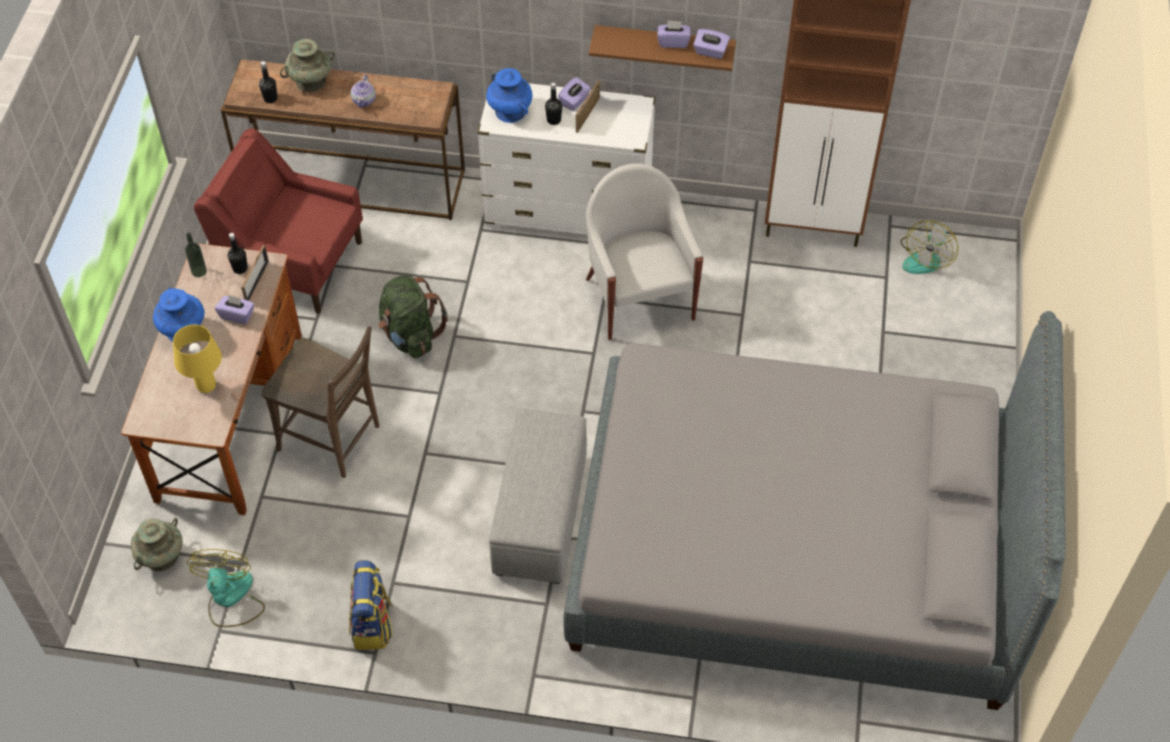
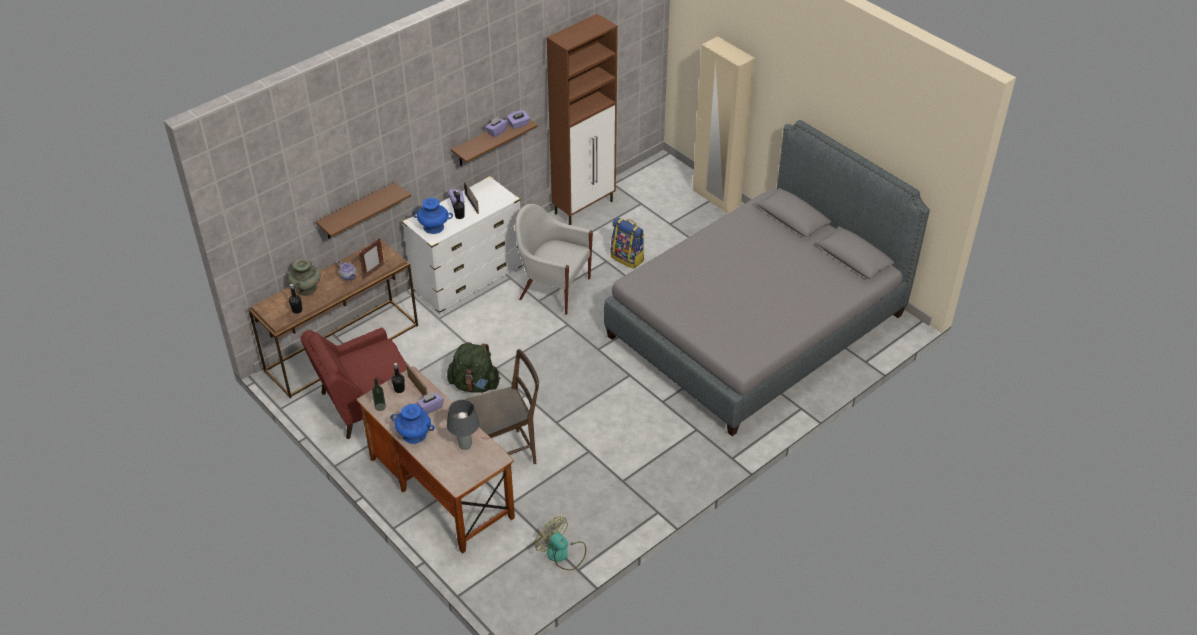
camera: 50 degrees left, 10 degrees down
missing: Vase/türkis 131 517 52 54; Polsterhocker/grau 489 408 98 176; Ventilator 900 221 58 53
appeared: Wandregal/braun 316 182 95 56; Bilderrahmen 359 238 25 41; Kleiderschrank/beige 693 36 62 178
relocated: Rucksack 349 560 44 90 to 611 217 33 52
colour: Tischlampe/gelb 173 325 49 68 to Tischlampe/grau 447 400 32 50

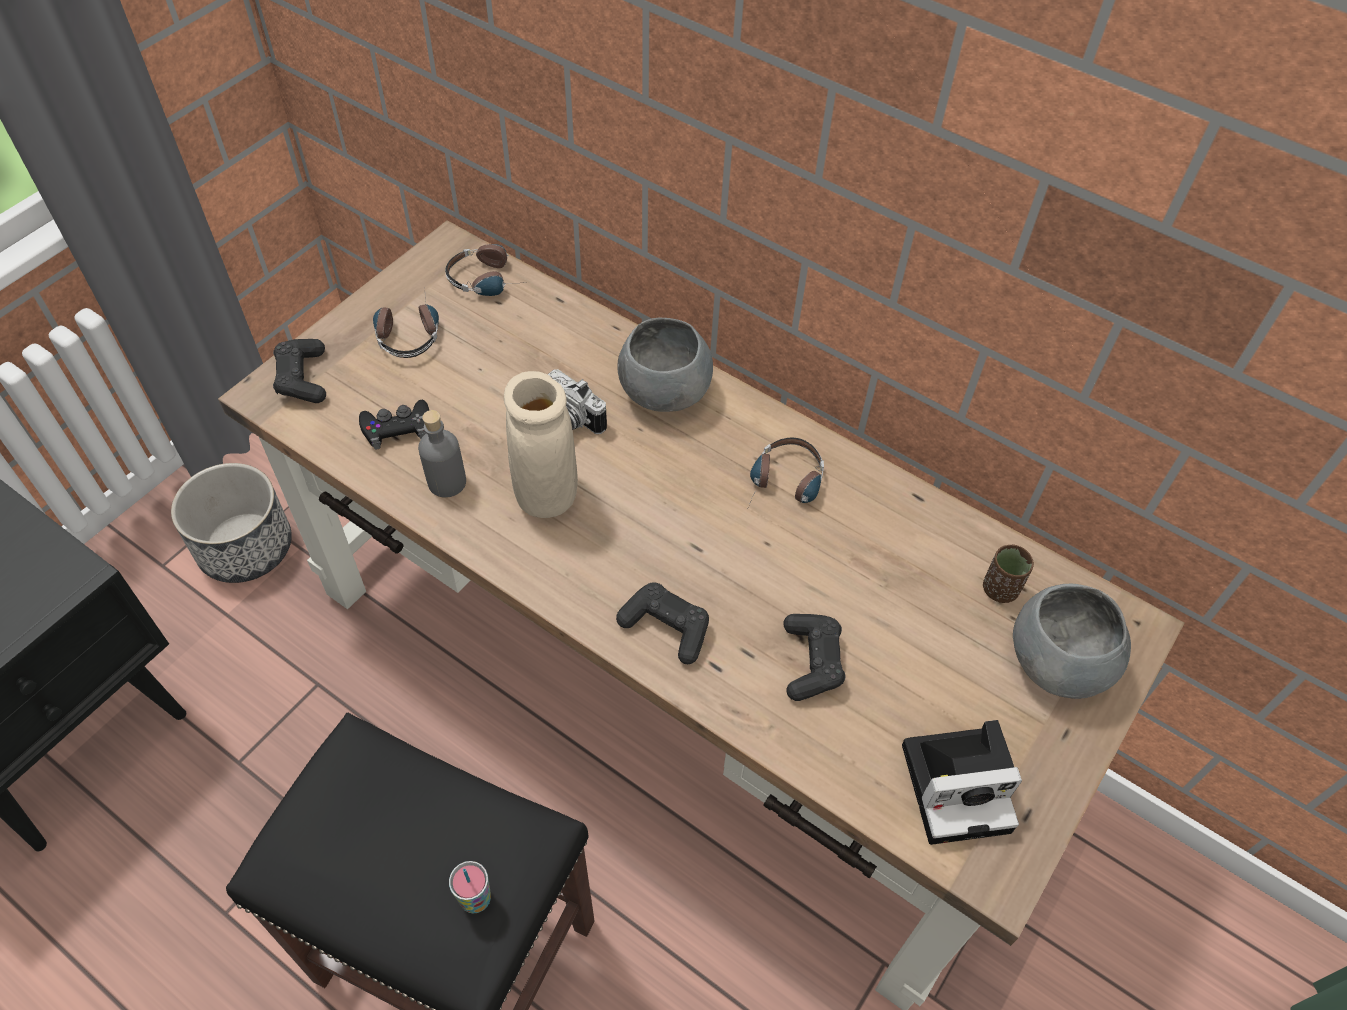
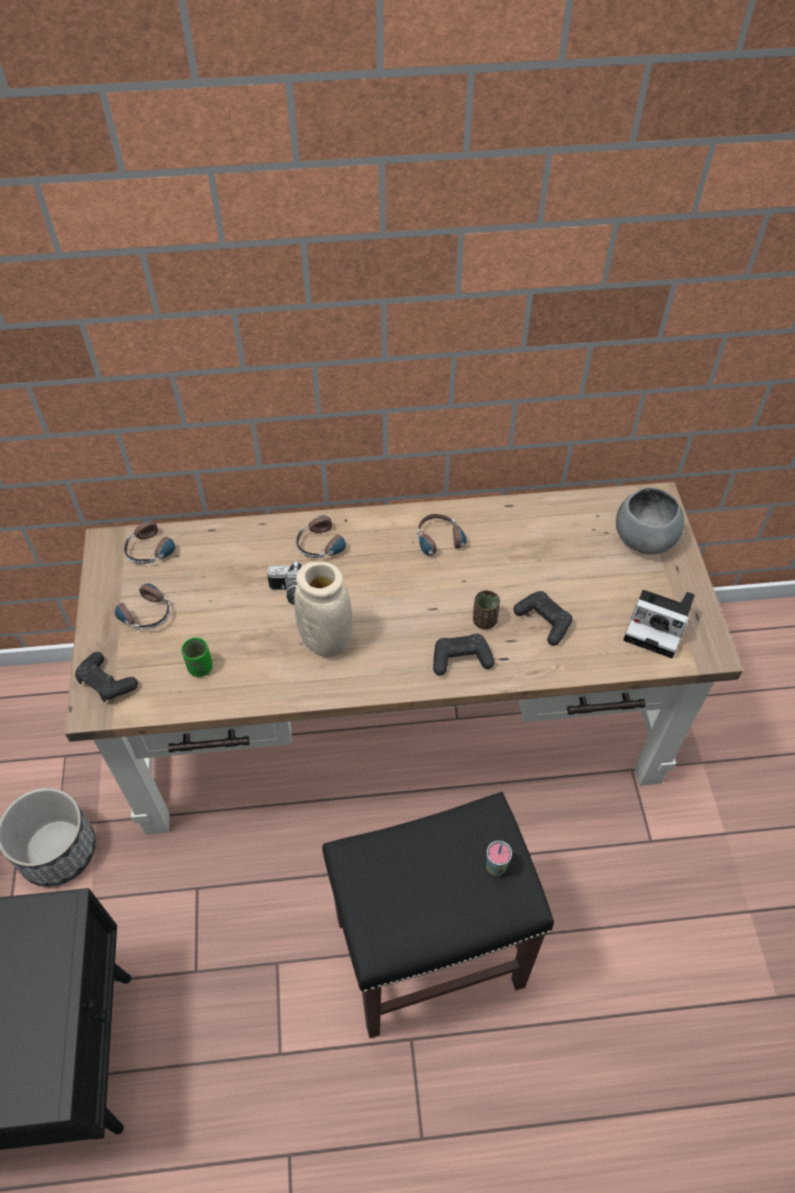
camera: 40 degrees left, 0 degrees up
missing: Flasche/grau 418 410 48 88
relocated: Tasse/braun 983 545 51 58 to 473 590 27 39
exchanged: Gamepad/schwarz 359 400 70 49 to Tasse/grün 181 637 32 40; Schüssel/grau 617 318 96 94 to Kopfhörer 295 515 61 43
spun: Kamera 902 720 120 125 = 623 590 72 68 75 degrees clockwise

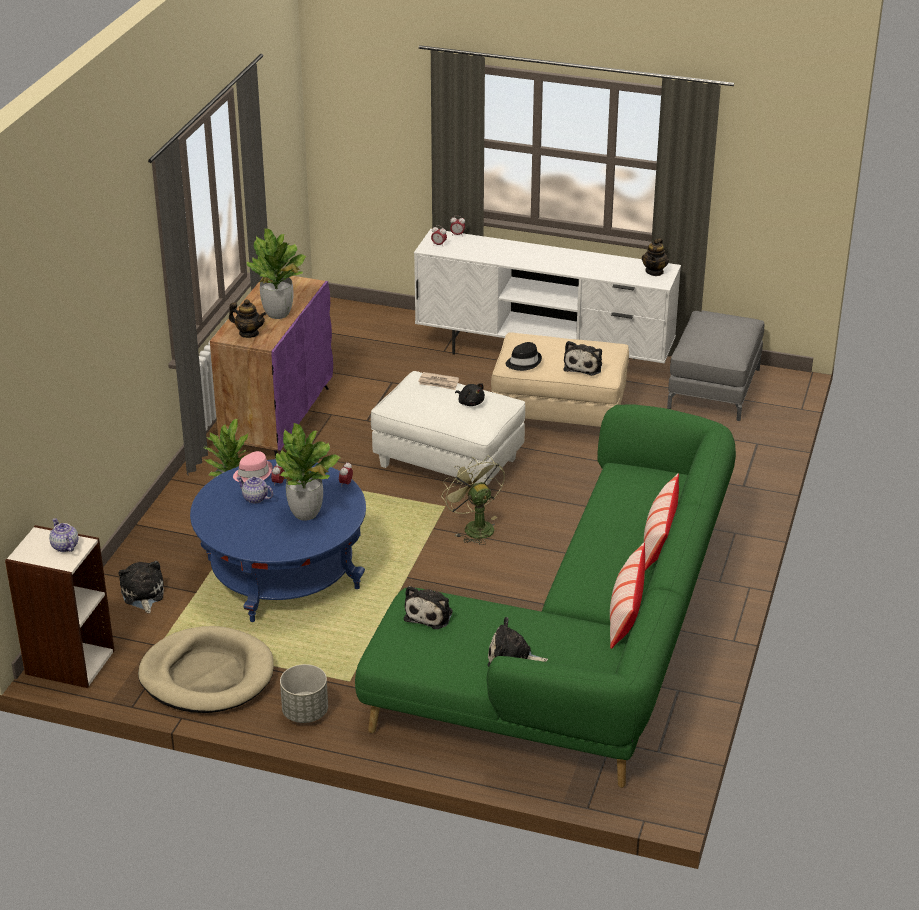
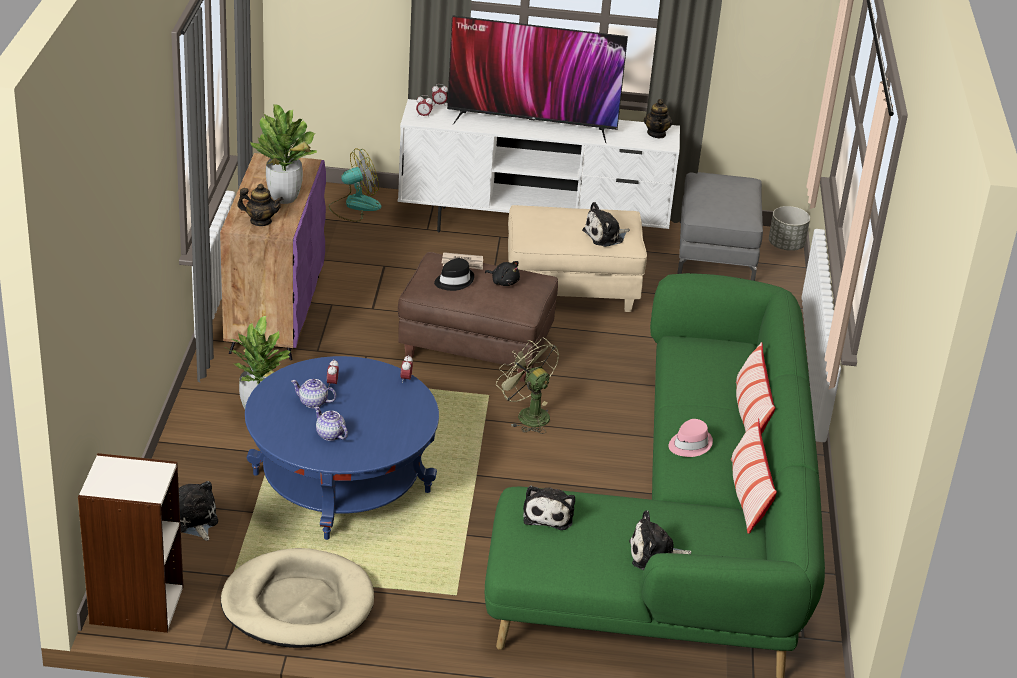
camera: 15 degrees left, 0 degrees up
missing: Topfpflanze 276 423 64 98
appeared: Ventilator 328 148 53 74; Fernseher 447 15 181 128
relocated: Teekanne 49 518 29 34 to 314 406 34 35; Hut/schwarz 506 342 36 29 to 434 258 40 33; Hut/rosa 233 451 40 32 to 669 419 44 38; Pflanzkübel/grau 280 664 48 59 to 769 206 41 45
colour: Polsterhocker/weiß 371 371 154 114 to Polsterhocker/braun 398 252 160 130
spun: Plüschtier 564 341 38 35 = 582 202 48 45 60 degrees clockwise

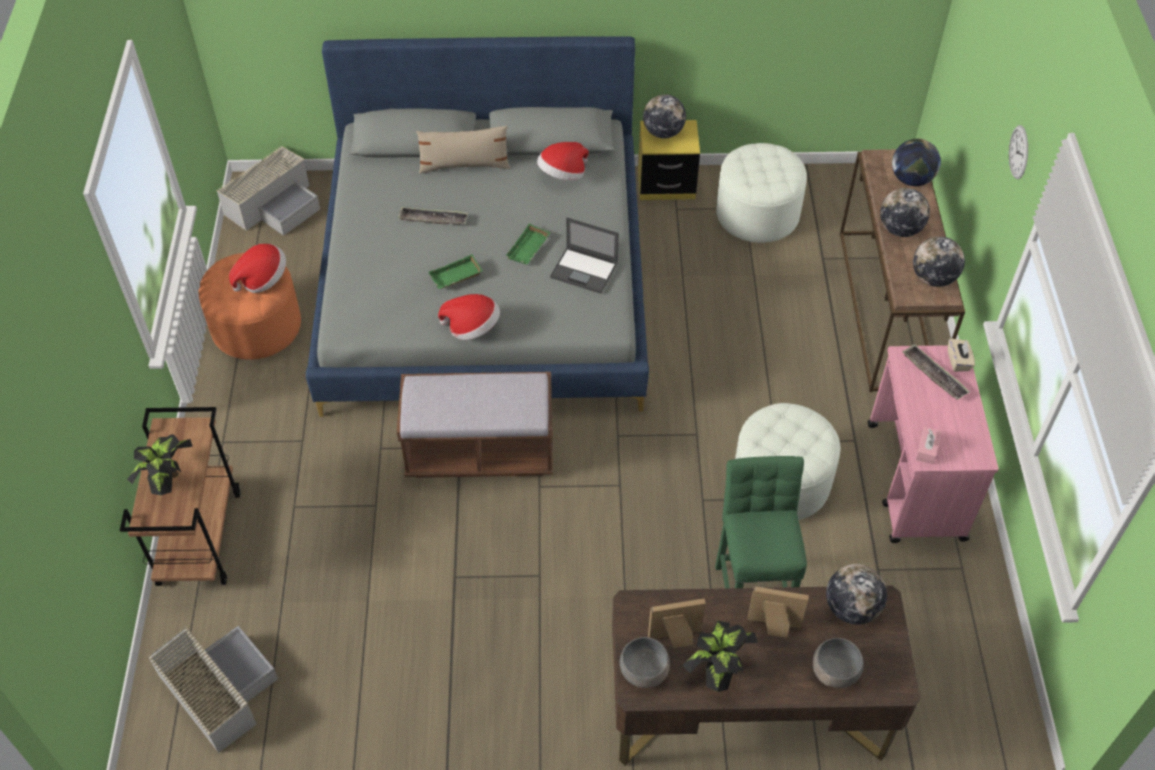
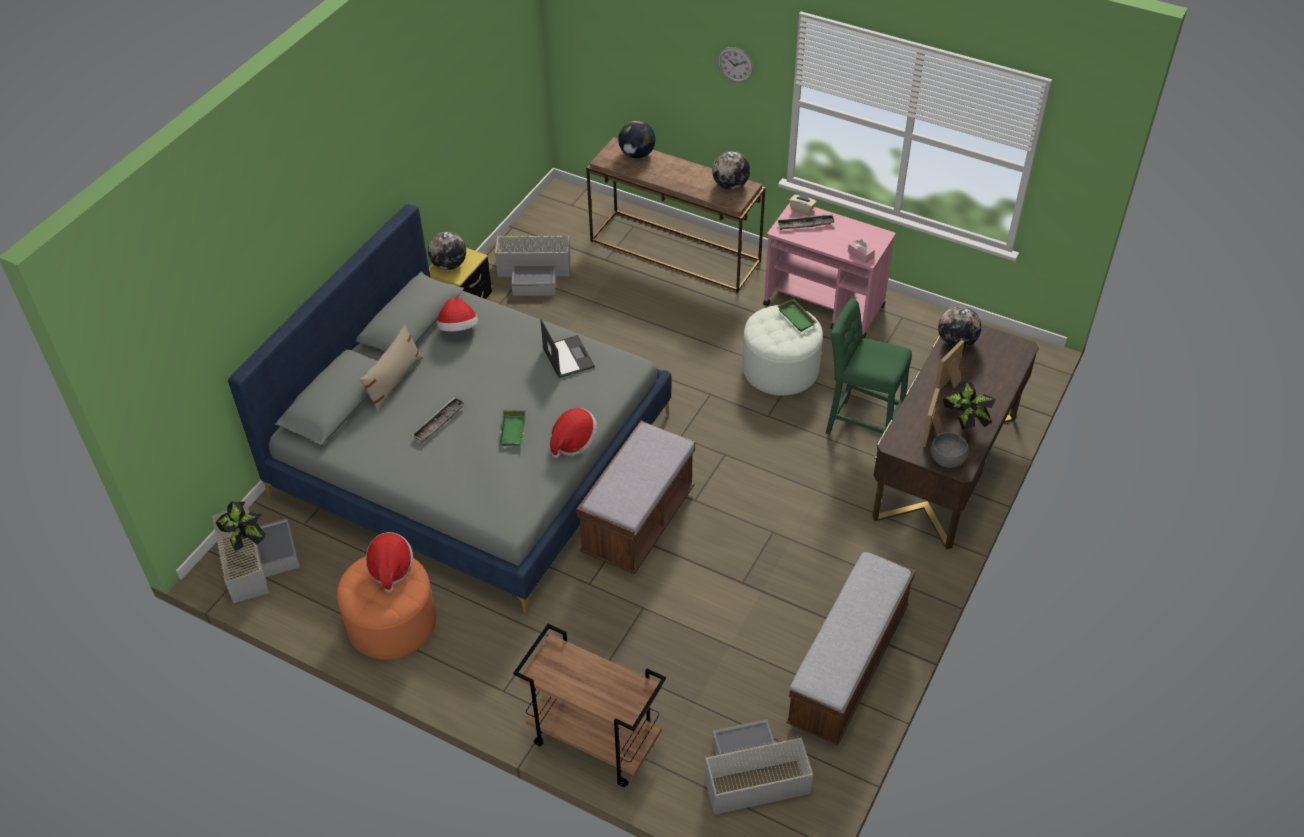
camera: 60 degrees left, 5 degrees down
missing: Schüssel/grau 812 638 52 50; Globus 880 188 50 49
appeared: Bank 786 551 129 195
relocated: Topfpflanze 127 435 66 60 to 215 501 50 50; Tablett/grün 506 224 45 40 to 778 299 40 33
exchanged: Polsterhocker/weiß 716 143 91 100 to Aufbewahrungsbox/grau 495 234 76 62
spun: Laptop 550 217 69 77 = 540 319 55 59 75 degrees counterclockwise

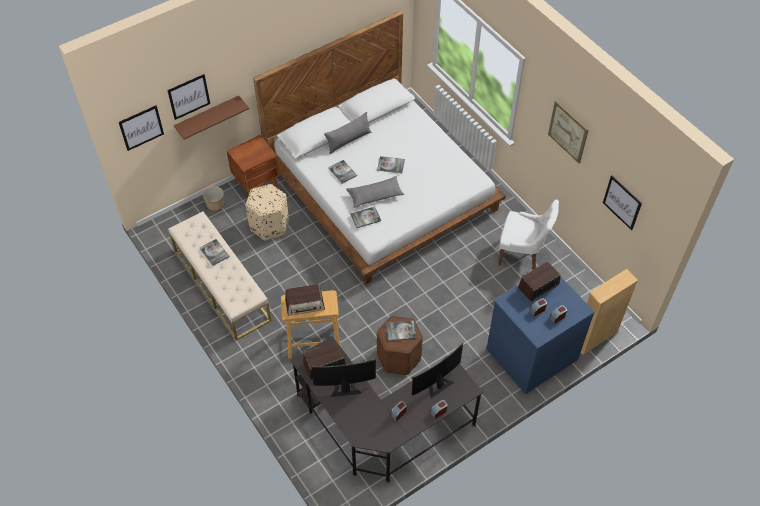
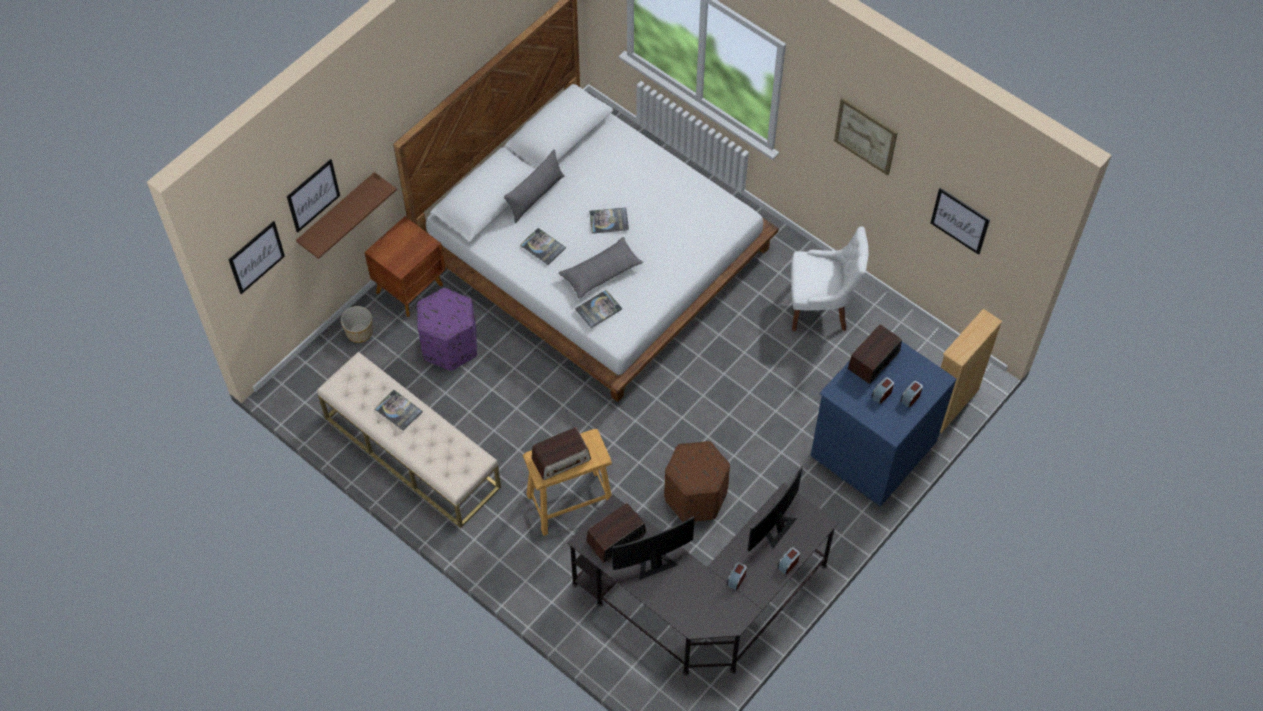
camera: 15 degrees left, 5 degrees up
missing: Buch 386 320 31 21
colour: Polsterhocker/beige 246 184 43 56 to Polsterhocker/lila 417 288 60 83

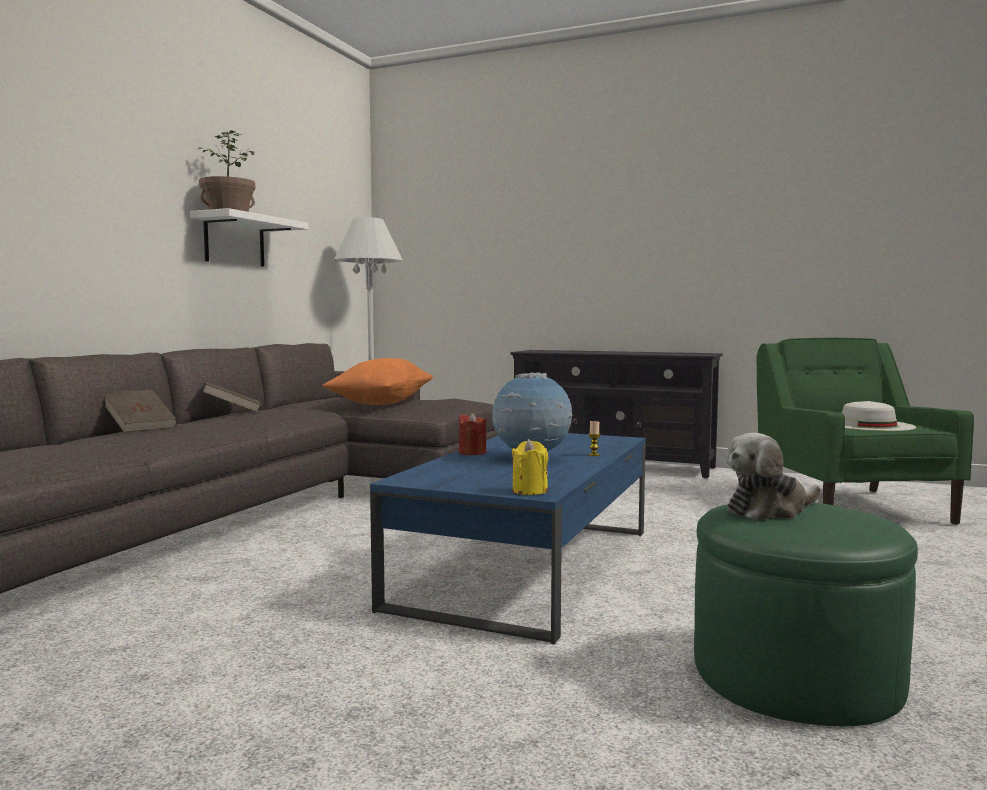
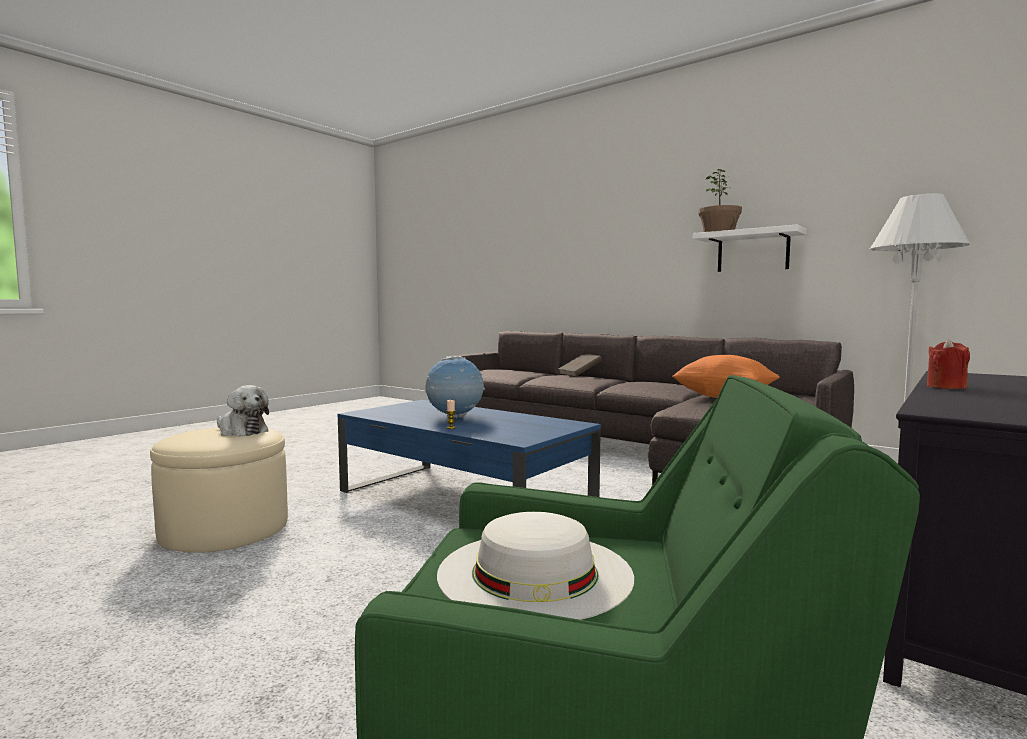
camera: 105 degrees right, 0 degrees up
missing: Buch/braun 203 382 58 30; Kerze/gelb 512 439 36 56
relocated: Kerze/rot 459 412 28 43 to 927 339 43 50
colour: Polsterhocker/grün 694 502 224 224 to Polsterhocker/beige 150 427 138 126
spun: Plüschtier 726 433 95 87 = 217 385 52 51 135 degrees clockwise

